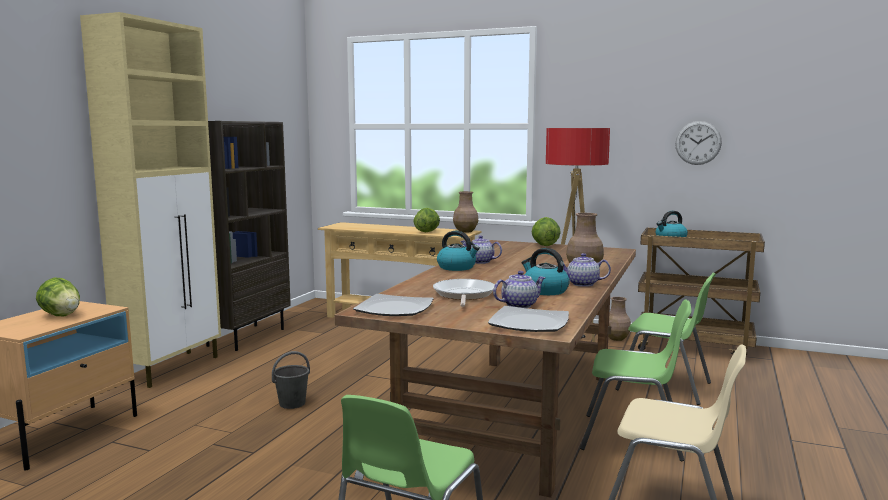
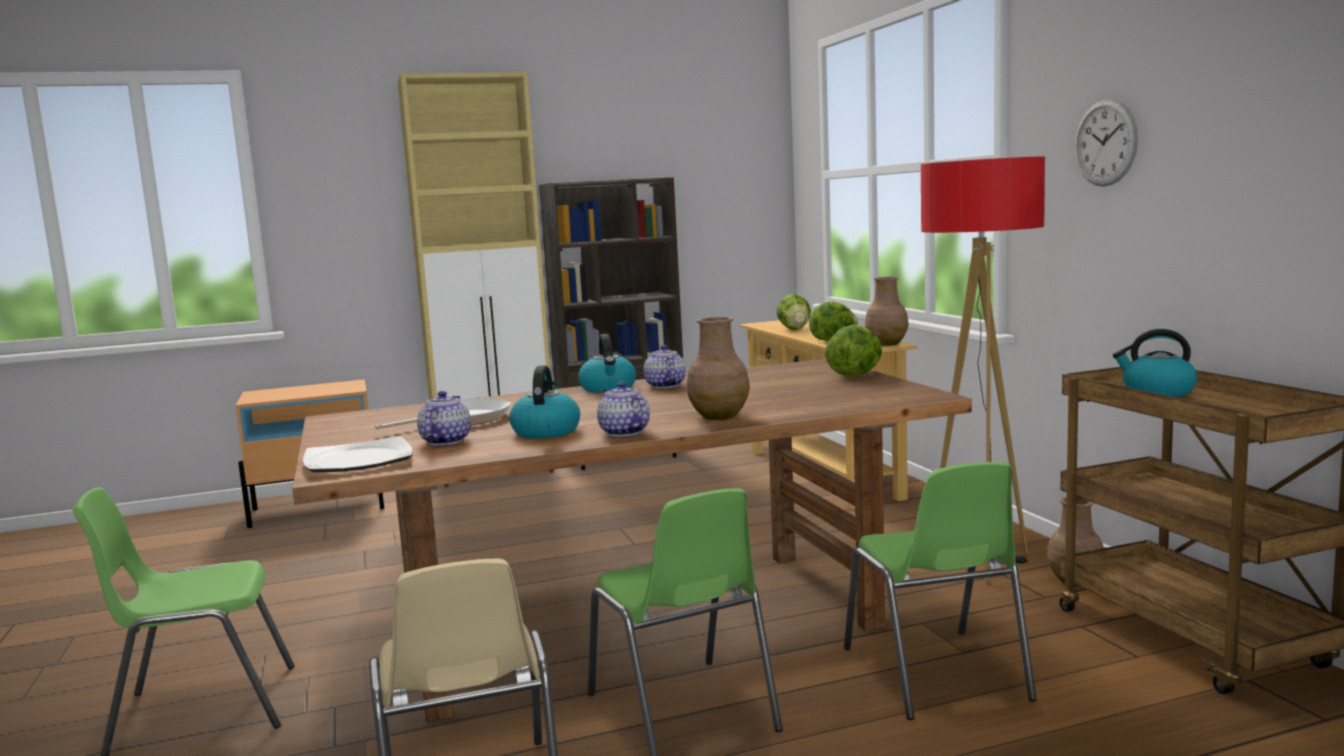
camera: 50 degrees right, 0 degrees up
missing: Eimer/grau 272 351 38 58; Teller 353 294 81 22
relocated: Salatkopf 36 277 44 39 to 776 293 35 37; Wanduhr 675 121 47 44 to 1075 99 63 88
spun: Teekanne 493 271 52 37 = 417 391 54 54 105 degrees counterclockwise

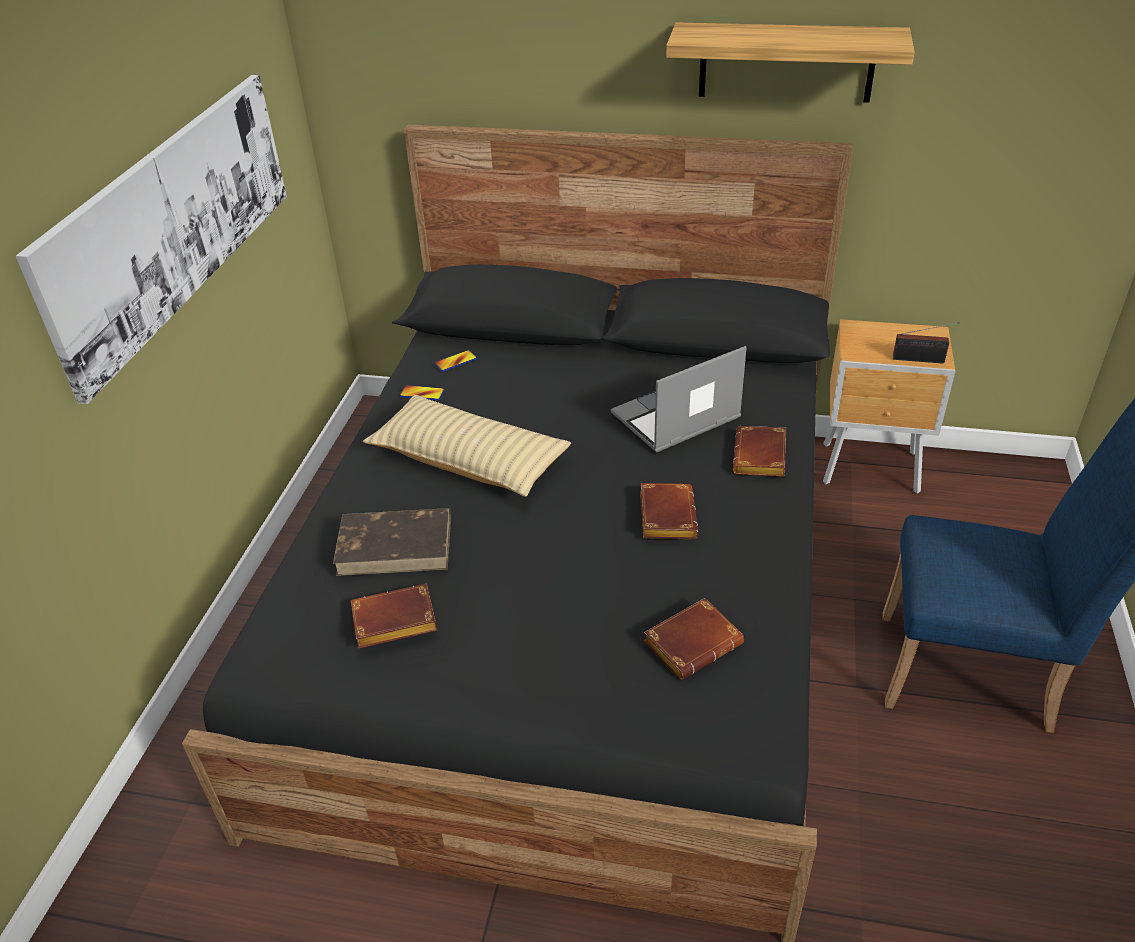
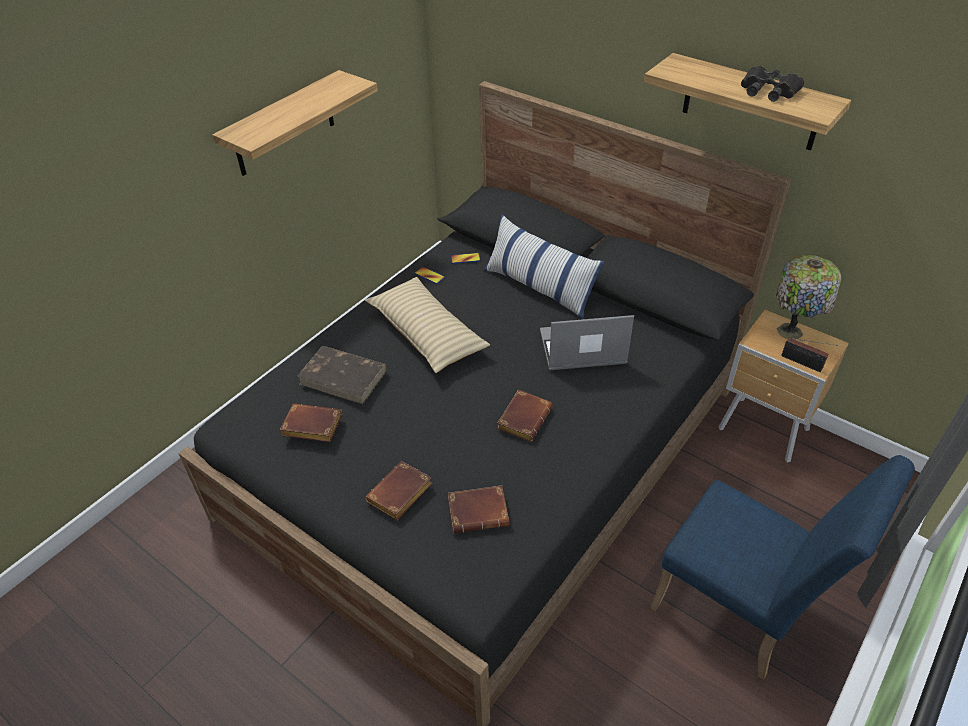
camera: 25 degrees right, 5 degrees up
appeared: Kissen 484 214 120 105; Fernglas/schwarz 741 66 63 36; Tischlampe 776 255 65 84
relocated: Buch/braun 733 426 53 51 to 365 461 68 60
exchanged: Bild 16 75 271 329 to Wandregal 213 70 165 106

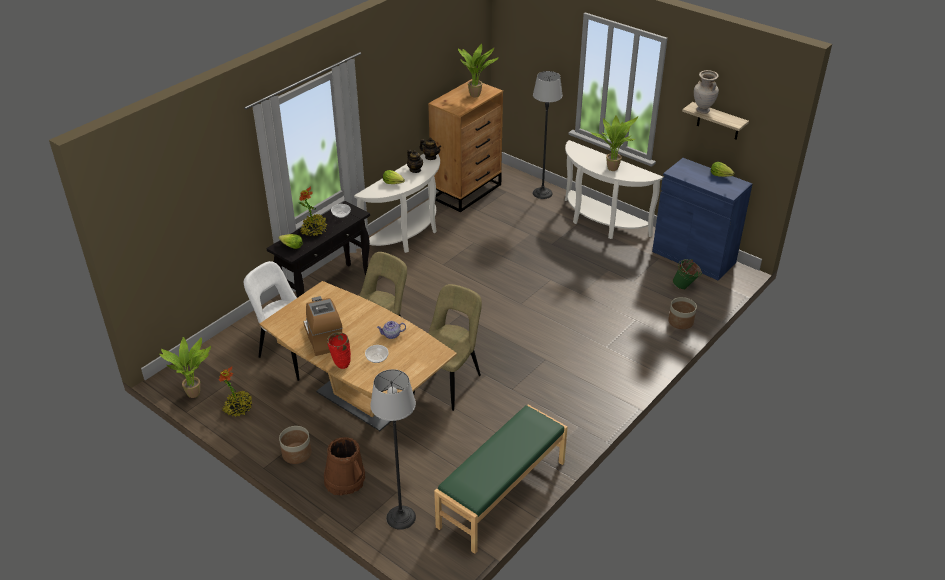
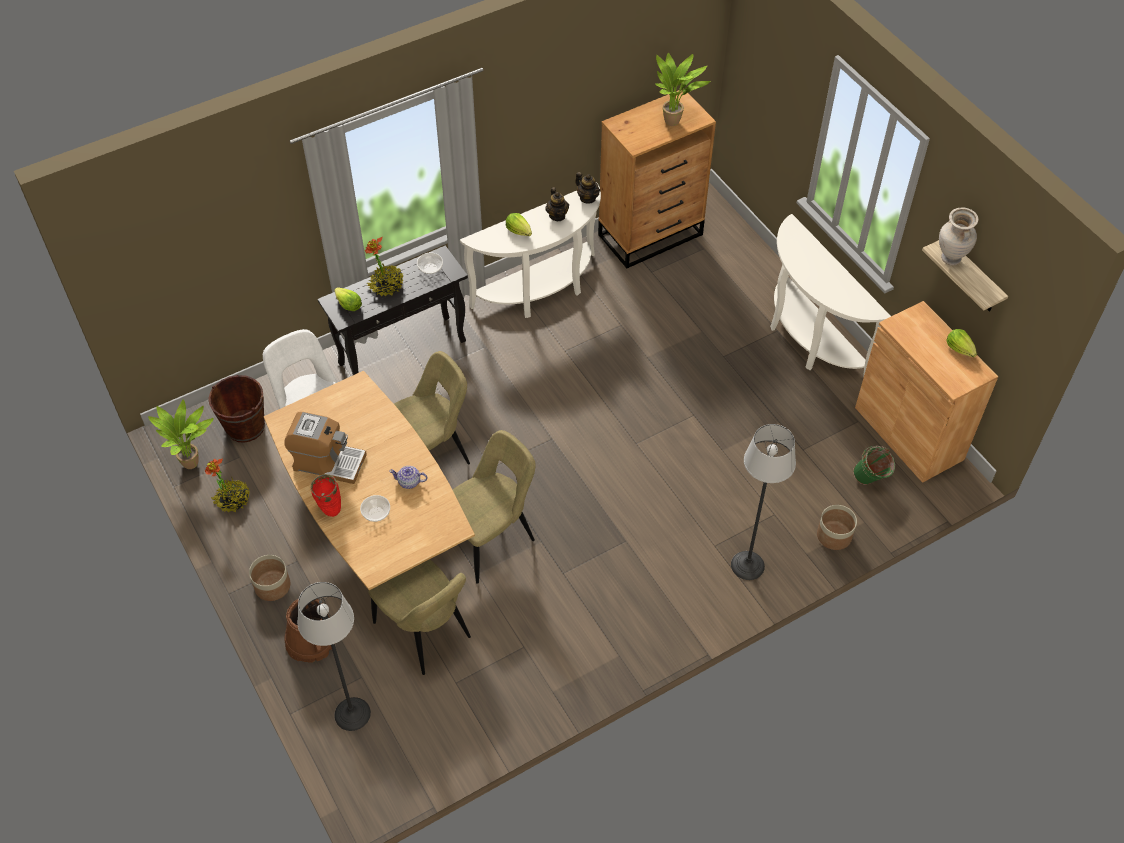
camera: 20 degrees right, 15 degrees up
missing: Bank/grün 434 405 134 149; Topfpflanze 591 115 47 56
appeared: Eimer/braun 209 375 56 68; Stuhl/beige 368 559 103 116
relocated: Stehlampe 533 71 30 128 to 731 424 65 156
colour: Schrank/blau 652 158 100 122 to Schrank/braun 855 301 144 182
spun: Kaffeemaschine 303 296 40 60 = 284 412 83 72 105 degrees clockwise

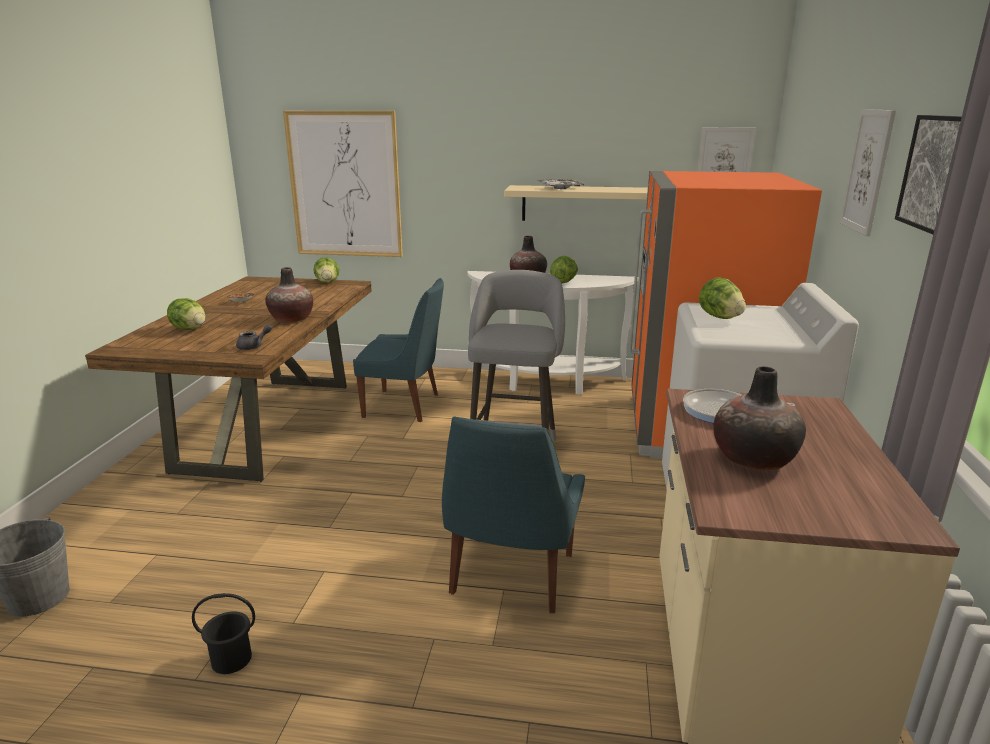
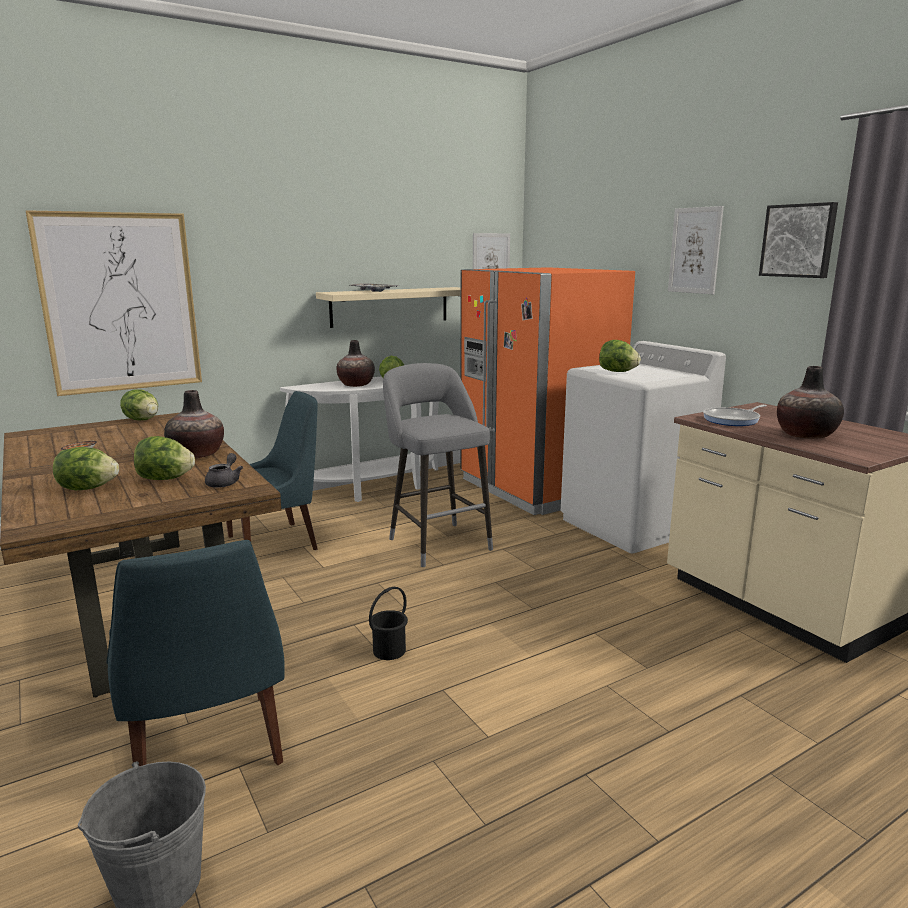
camera: 40 degrees left, 5 degrees down
appeared: Salatkopf 134 436 61 44
relocated: Stuhl/blau 442 417 143 196 to 107 540 178 226; Eimer/schwarz 192 593 63 81 to 369 587 39 73

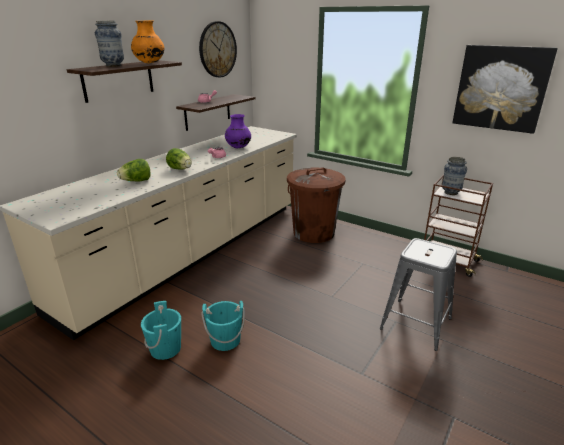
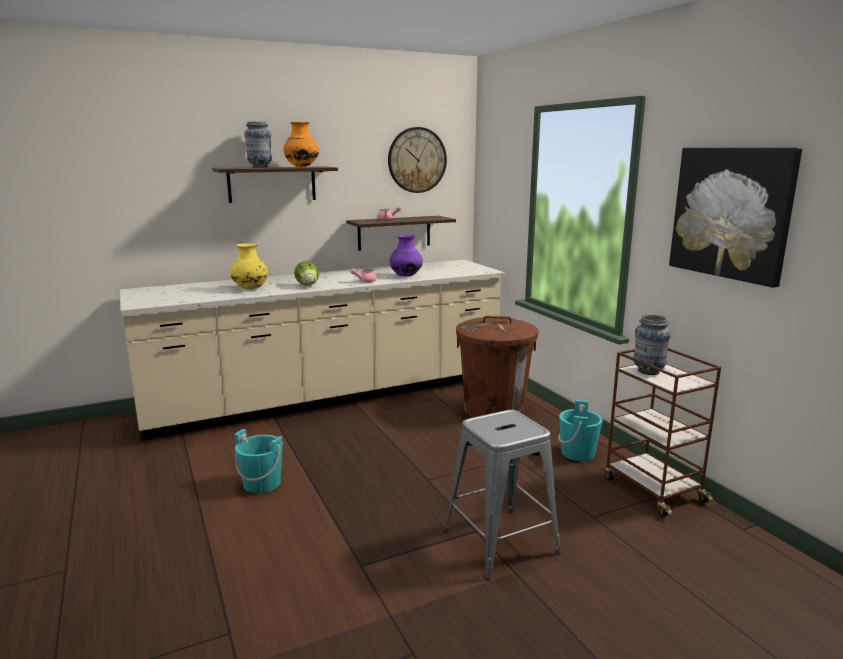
camera: 30 degrees right, 10 degrees down
relocated: Eimer/türkis 141 301 40 59 to 558 400 45 61
exchanged: Salatkopf 117 159 34 23 to Vase/gelb 230 244 38 45

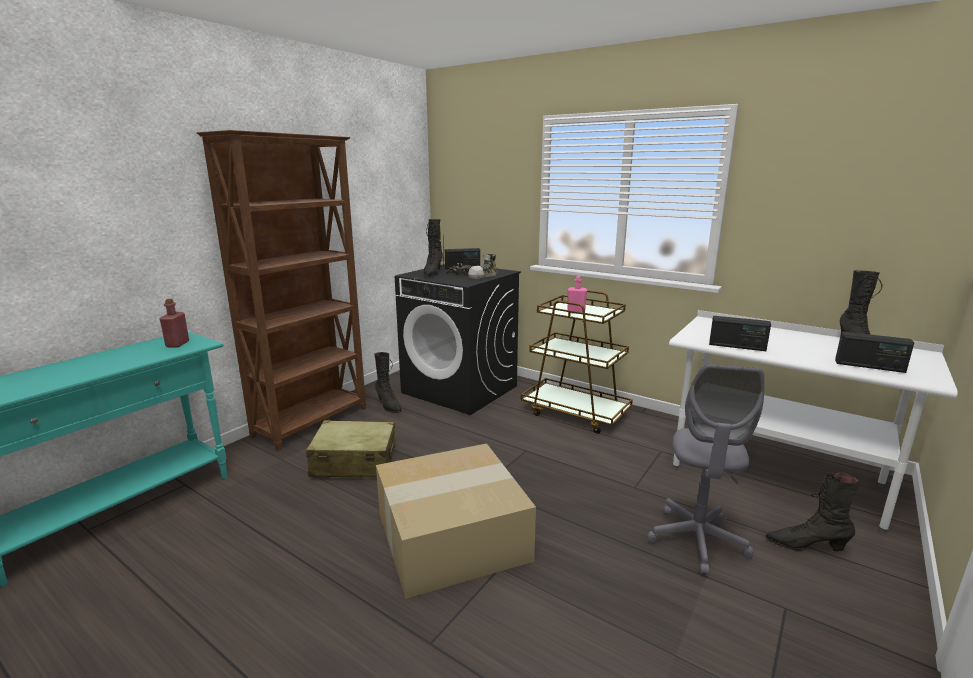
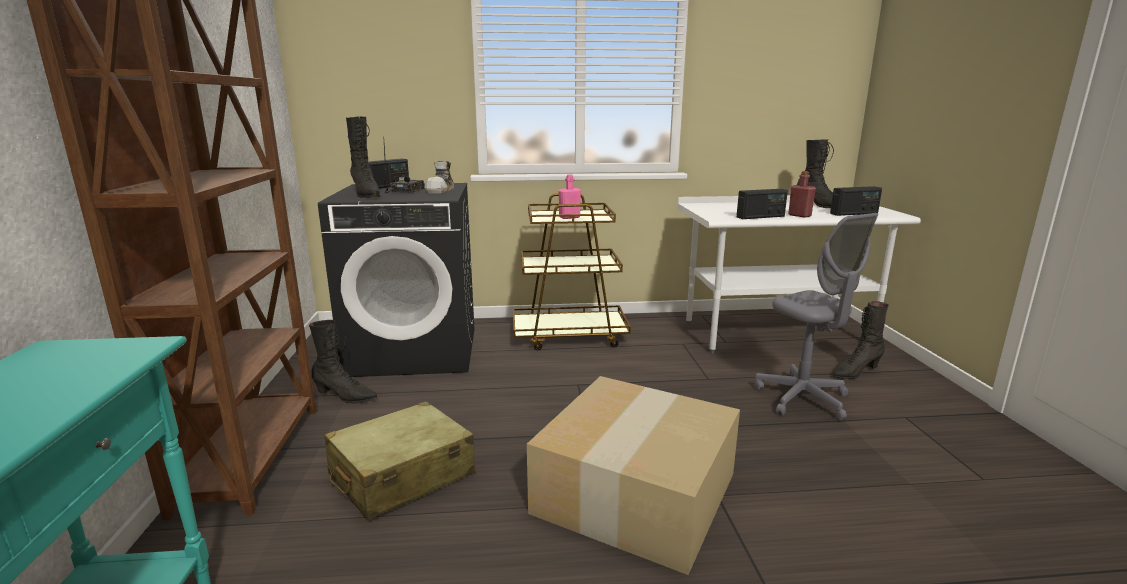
camera: 40 degrees left, 0 degrees up
relocated: Flasche/rot 160 299 29 48 to 788 171 28 47

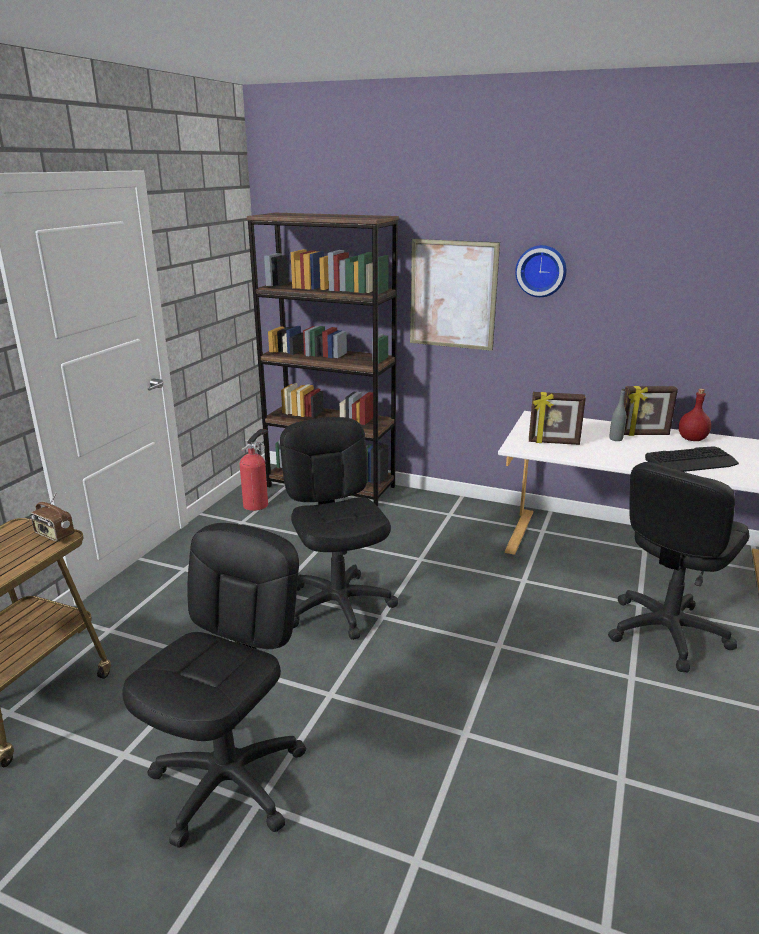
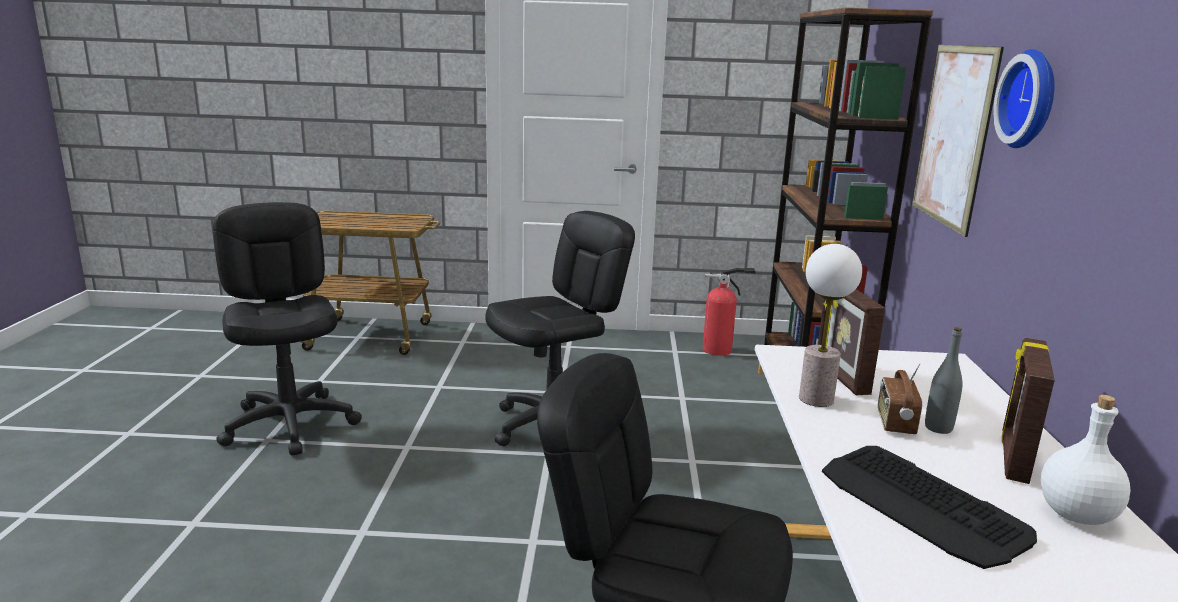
camera: 70 degrees right, 5 degrees down
appeared: Tischlampe 799 244 63 163
relocated: Radio 30 492 44 50 to 878 363 44 71
colour: Flasche/rot 679 389 32 52 to Flasche/weiß 1041 395 90 130
spun: Bürostuhl/schwarz 122 523 184 325 = 213 202 149 254 120 degrees counterclockwise; Bilderrahmen 624 386 54 50 = 1002 338 53 146 45 degrees clockwise

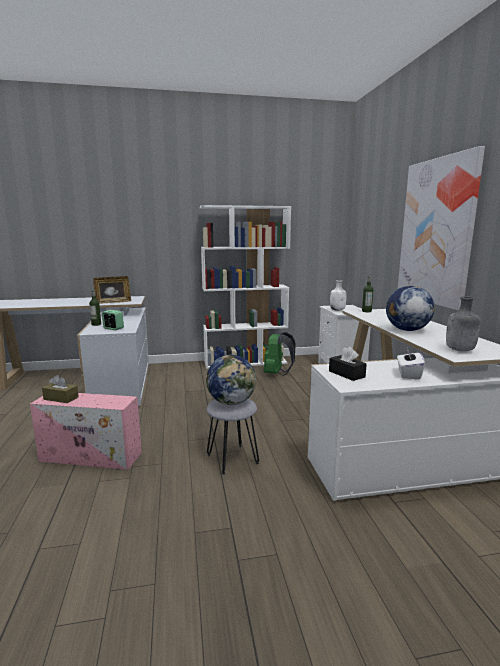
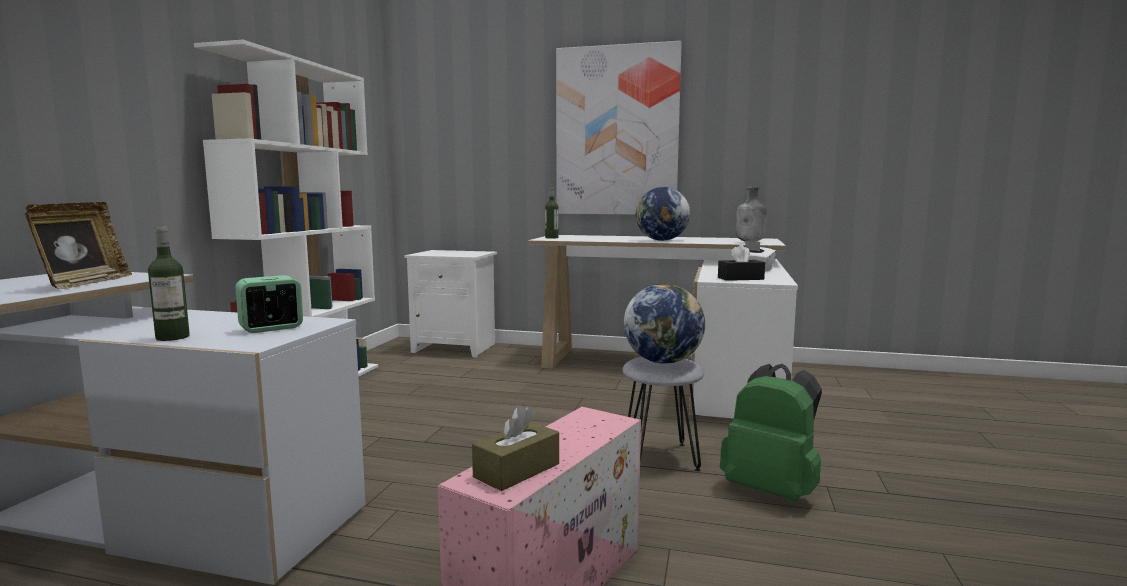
camera: 65 degrees left, 5 degrees down
missing: Flasche/weiß 330 280 17 31
relocated: Rucksack/grün 263 332 33 44 to 720 364 102 137

